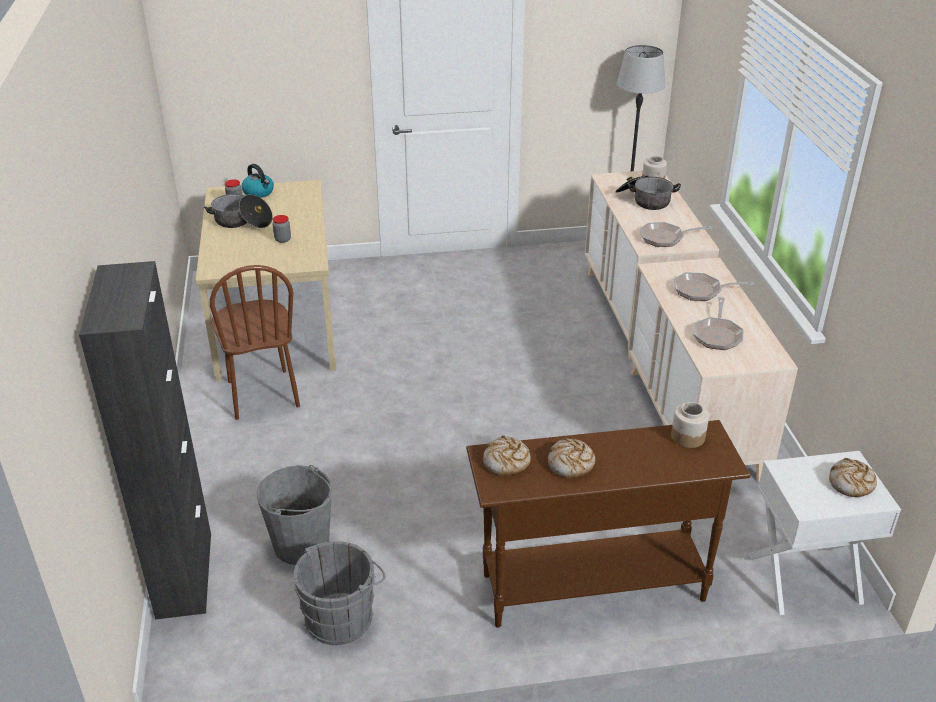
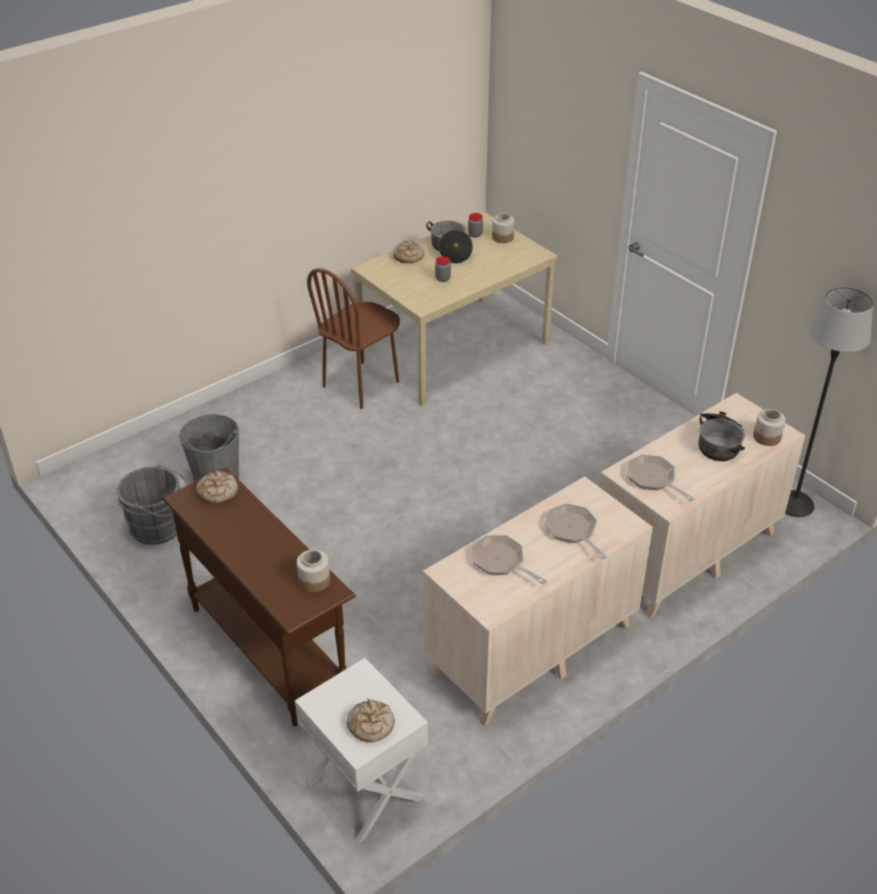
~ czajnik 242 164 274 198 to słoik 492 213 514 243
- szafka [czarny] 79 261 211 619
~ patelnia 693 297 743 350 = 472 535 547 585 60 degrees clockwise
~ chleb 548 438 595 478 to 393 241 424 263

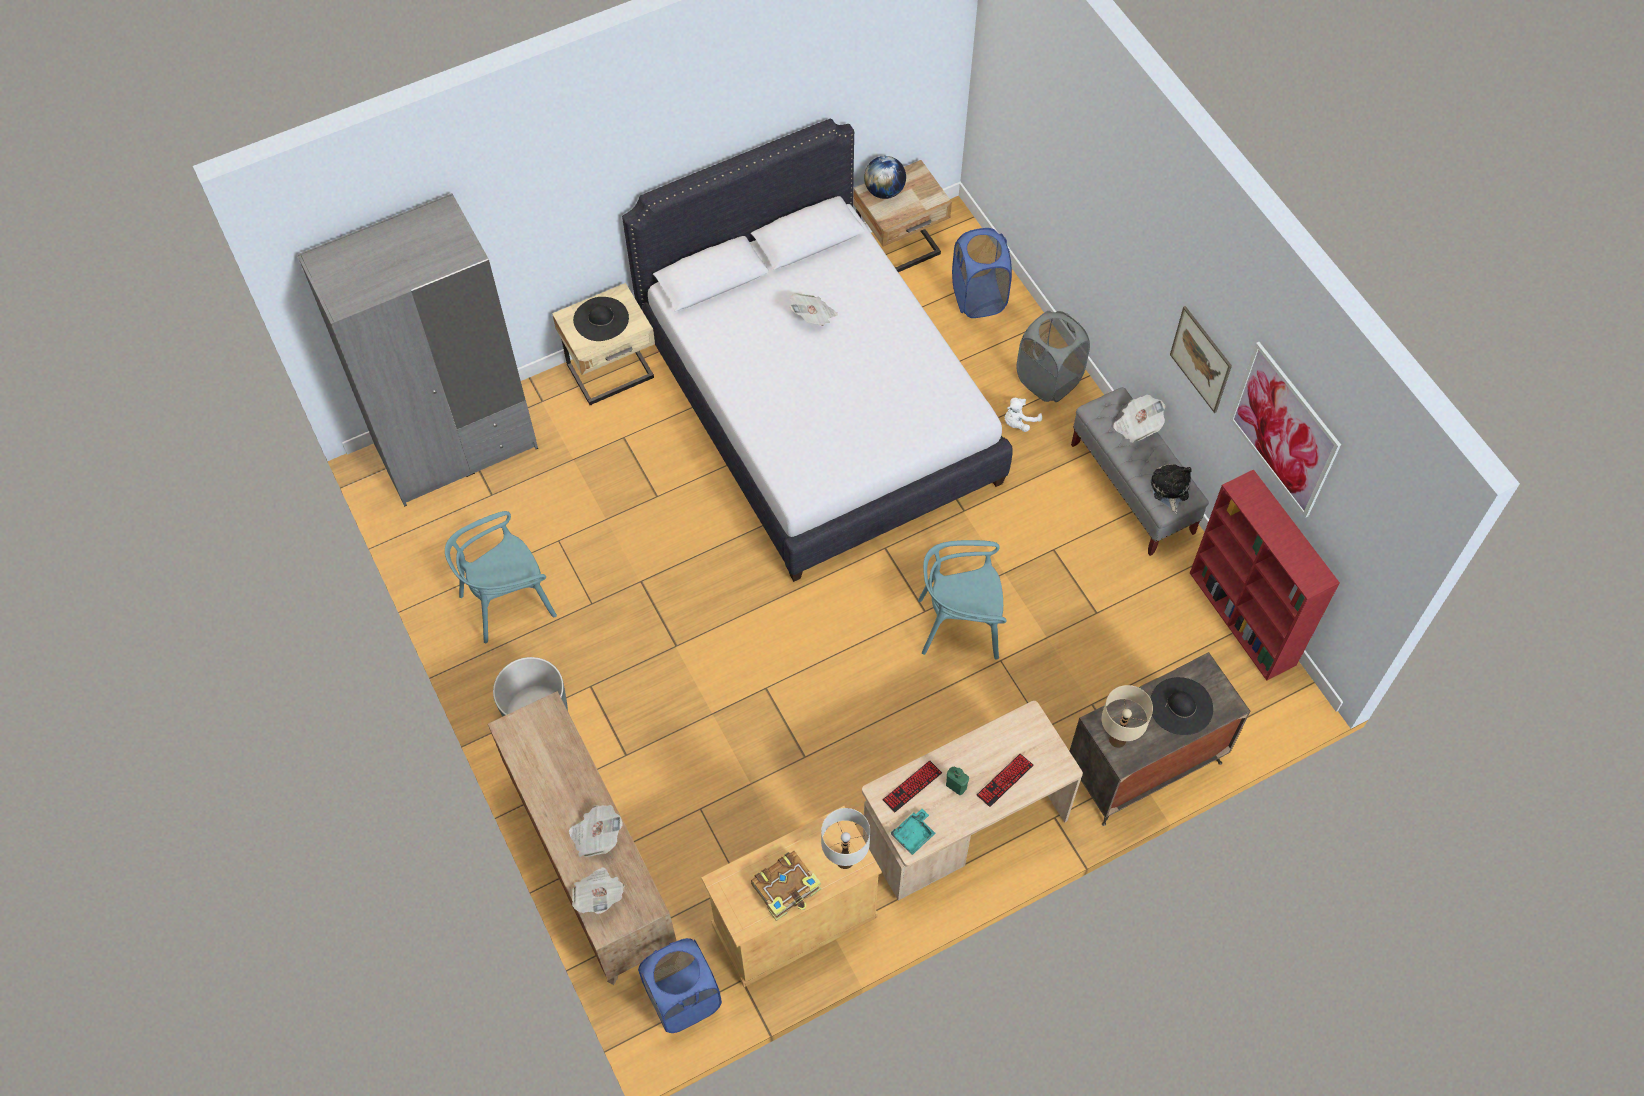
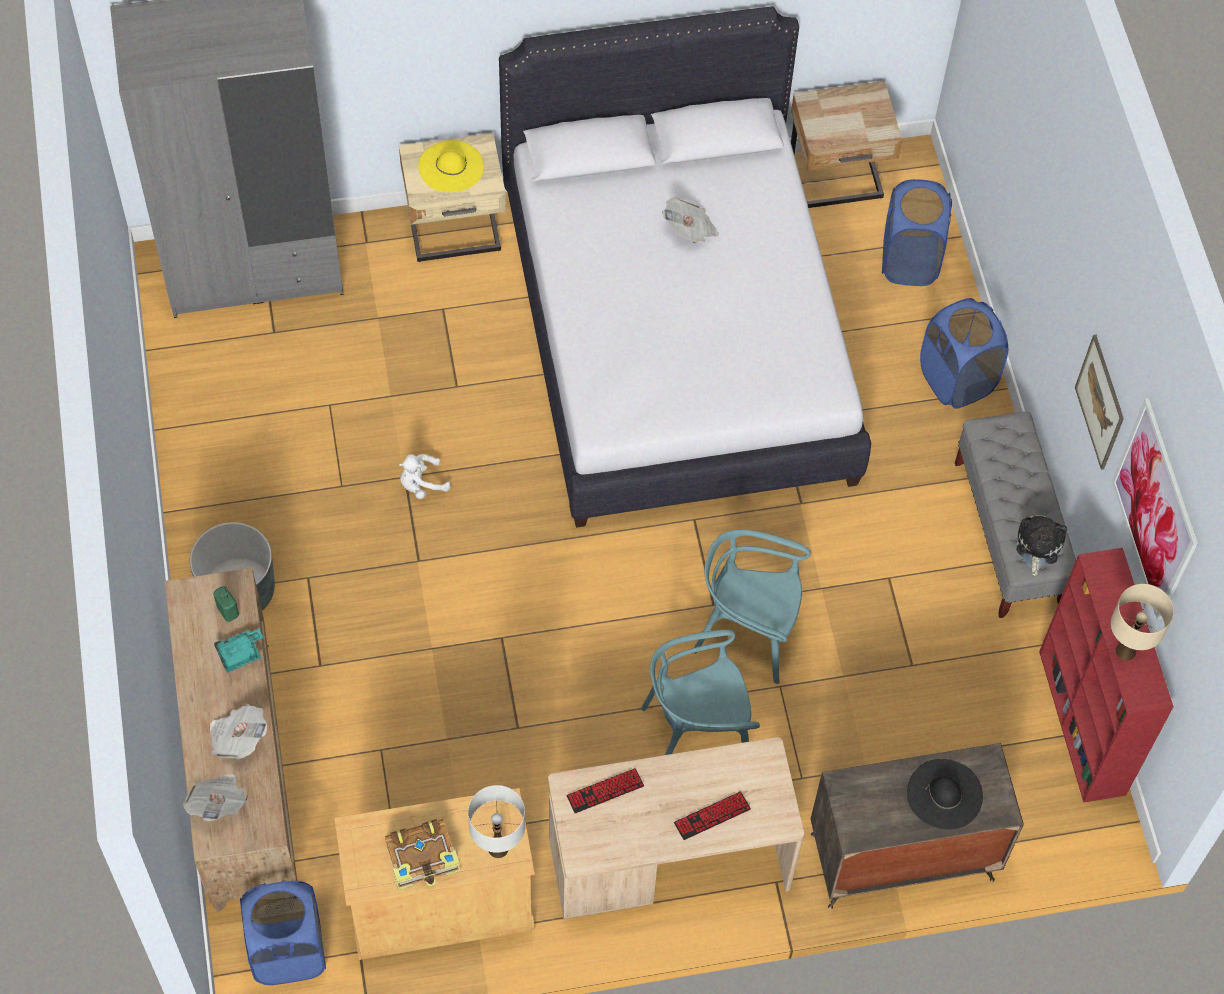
- globus 864 156 906 199
~ kapelusz [czarny] 573 297 629 341 to kapelusz [żółty] 418 140 484 192
~ kosz na pranie [szary] 1016 311 1090 402 to kosz na pranie [niebieski] 920 298 1008 409
- gazeta 1113 395 1166 443
~ pluszak [biały] 1005 397 1042 432 to 399 454 450 499
~ krzesło [turkusowy] 445 511 557 643 to 641 630 760 755
~ lampa stołowa [beżowy] 1101 685 1153 748 to 1111 584 1174 661
~ butelka [zielony] 946 766 969 795 to 213 586 239 622
~ taca [turkusowy] 891 809 935 855 to 214 629 263 673

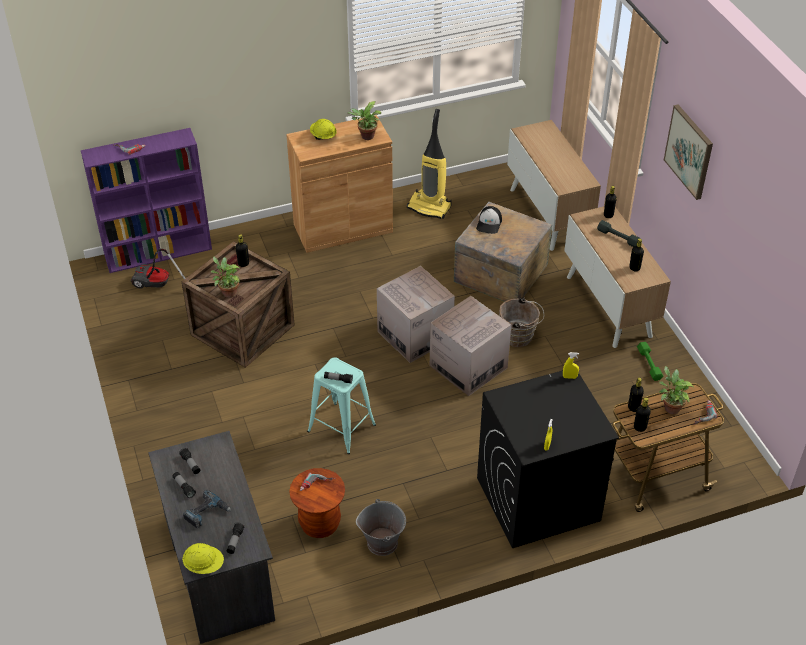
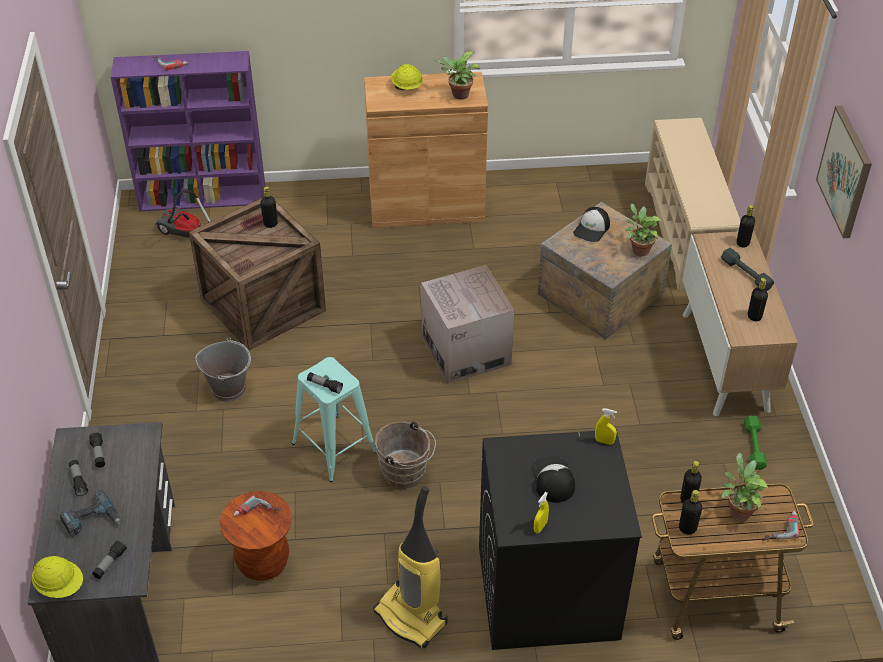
~ odkurzacz 407 109 452 219 to 373 486 447 649
~ szafka 507 120 601 251 to regał na buty [beżowy] 645 118 741 291
~ roślina doniczkowa 211 257 240 298 to 625 203 662 256
- karton 430 296 511 396
~ wiadro [brązowy] 499 297 544 347 to 375 421 436 489
~ wiadro [szary] 356 499 406 556 to 195 337 251 402
+ czapka z daszkiem 532 456 575 503

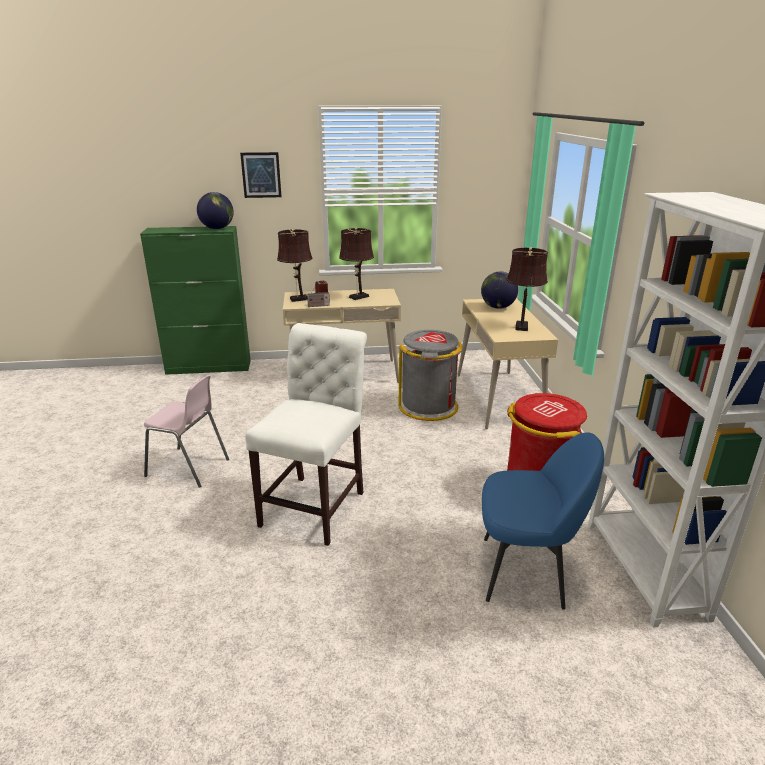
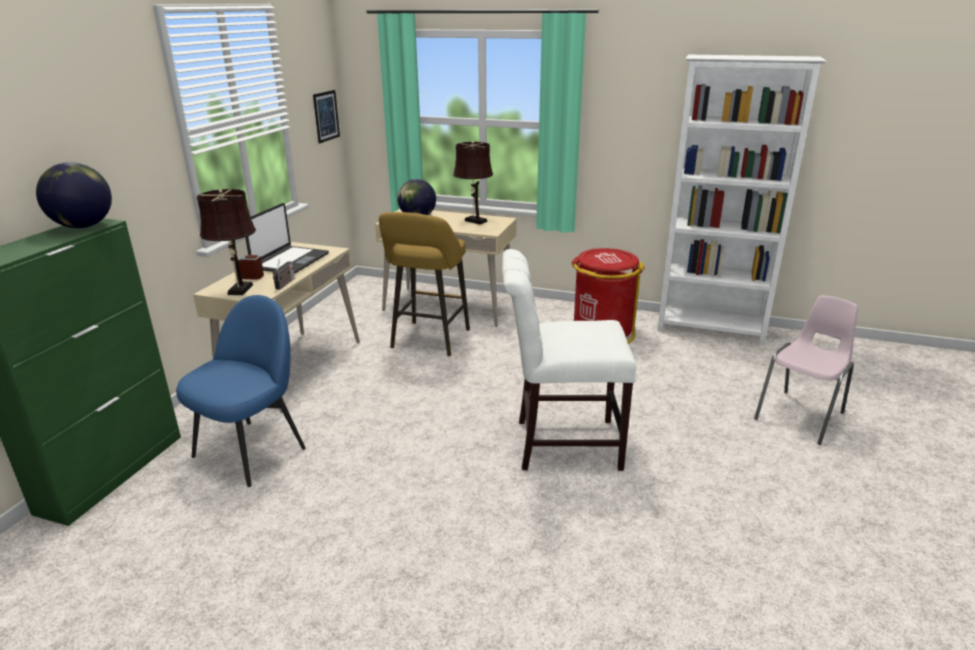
~ obraz 240 152 281 198 to 313 90 340 143
~ lampa stołowa [brązowy] 339 227 374 300 to laptop 245 203 329 274
~ krzesło [biały] 245 323 367 546 = 502 249 636 471 45 degrees counterclockwise
~ kosz na śmieci [szary] 399 330 462 421 to stołek [żółty] 379 212 470 356
~ krzesło [różowy] 144 375 229 488 to 754 295 858 445
~ krzesło [niebieski] 482 432 604 610 to 176 295 306 487

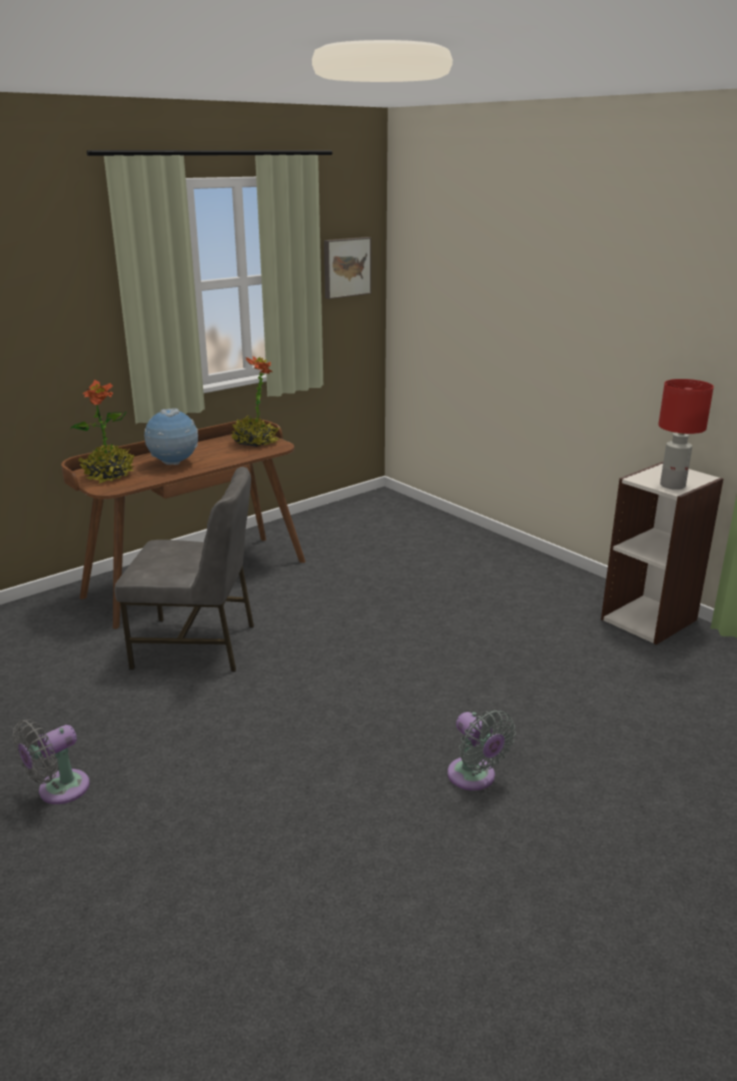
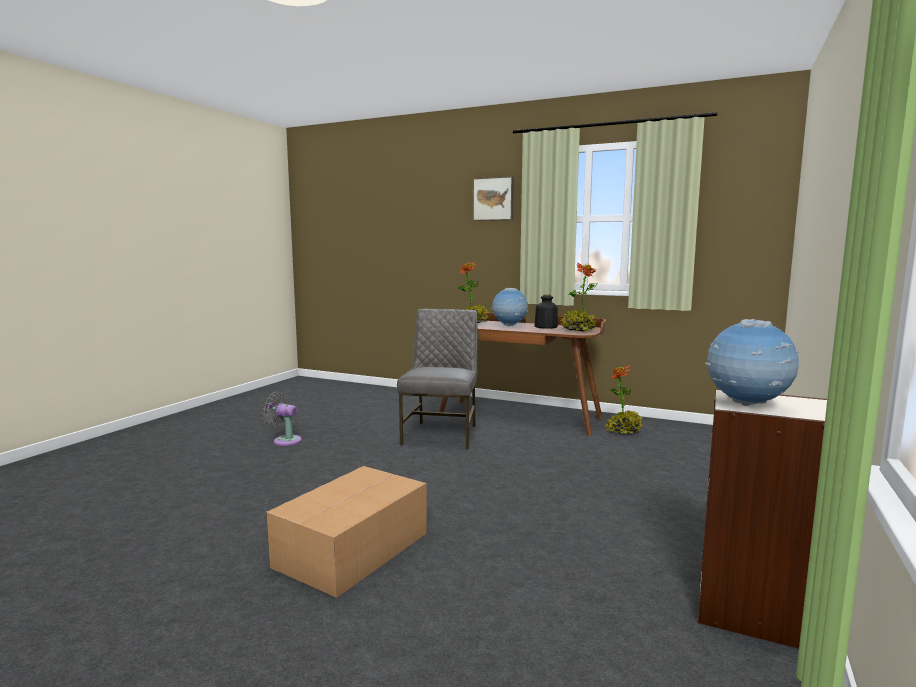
~ obraz 324 237 371 299 to 473 176 514 221
~ lampa stołowa [czerwony] 658 379 714 490 to globus 705 319 799 406
~ krzesło [szary] 115 467 254 672 = 397 309 478 450 150 degrees counterclockwise
~ wentylator [szary] 447 710 516 791 to karton 266 466 427 598
+ butelka 535 295 558 329
+ roślina doniczkowa 605 365 643 434

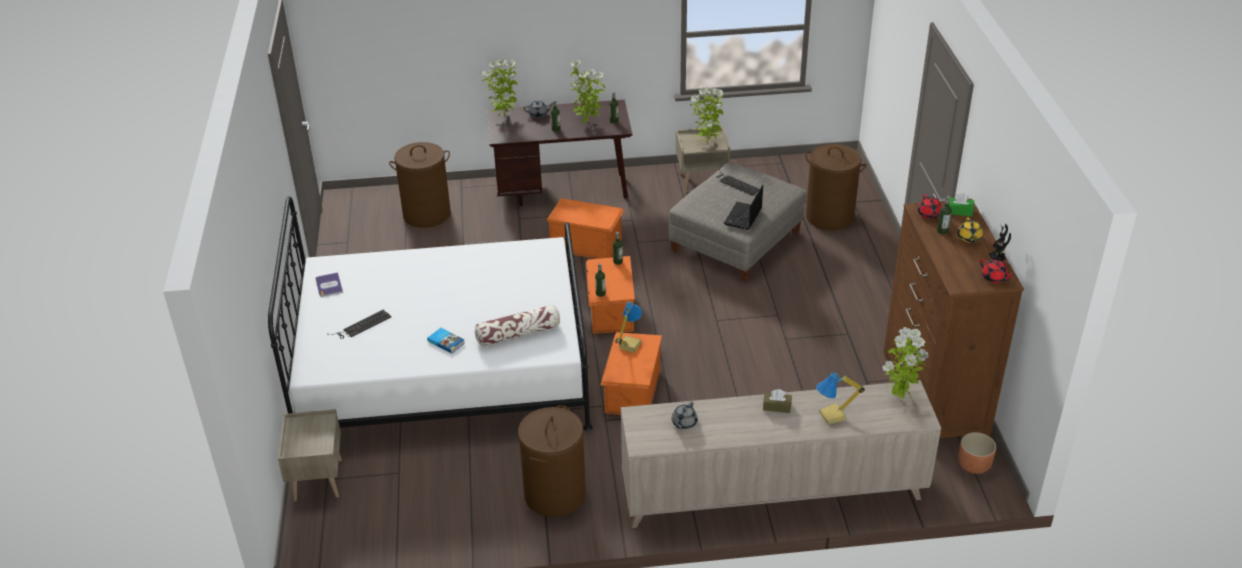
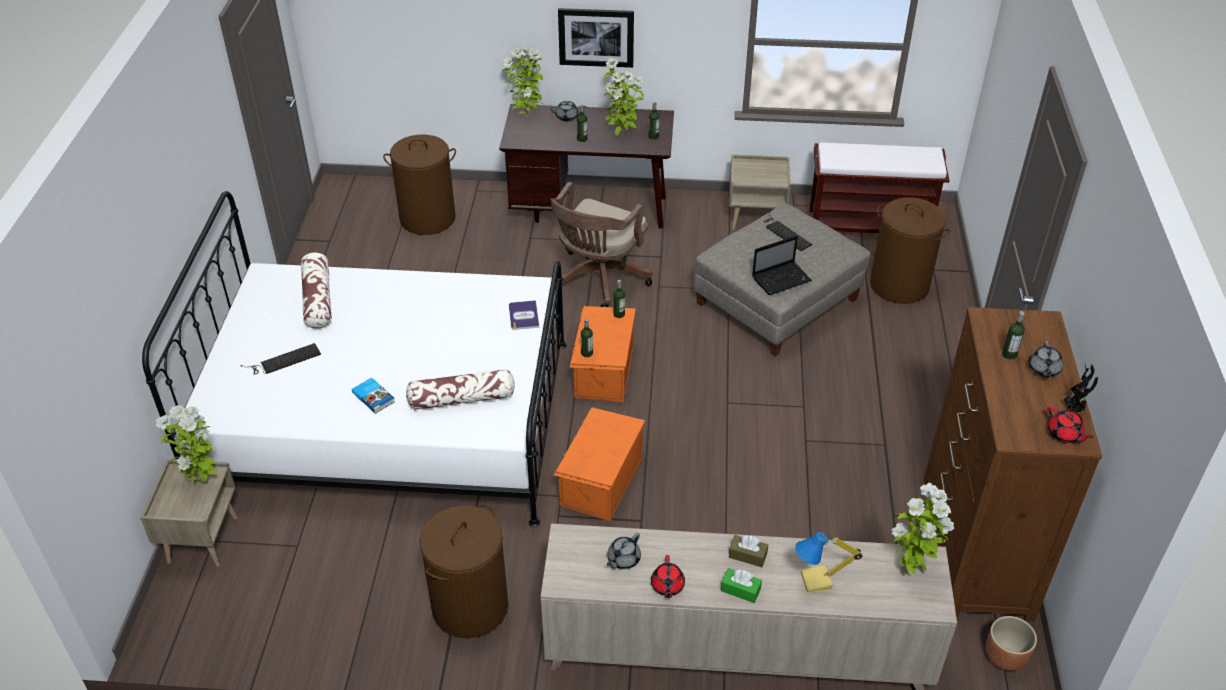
~ roślina doniczkowa 690 87 724 145 to 155 405 217 483
~ laptop 724 185 763 230 = 752 236 812 295 150 degrees counterclockwise
~ pudełko chusteczek [zielony] 949 193 974 217 to 721 568 762 603
~ imbryk [czerwony] 918 194 942 219 to 651 555 685 598
~ pojemnik do przechowywania [pomarańczowy] 546 198 624 259 to krzesło biurowe [brązowy] 551 182 652 307
~ imbryk [żółty] 958 217 983 243 to imbryk [szary] 1029 341 1063 378
~ książka 315 272 343 297 to 509 300 539 330
- lampa stołowa 615 302 642 353
+ obraz 558 8 634 68
+ ławka [brązowy] 809 142 950 233
+ poduszka 301 253 332 329

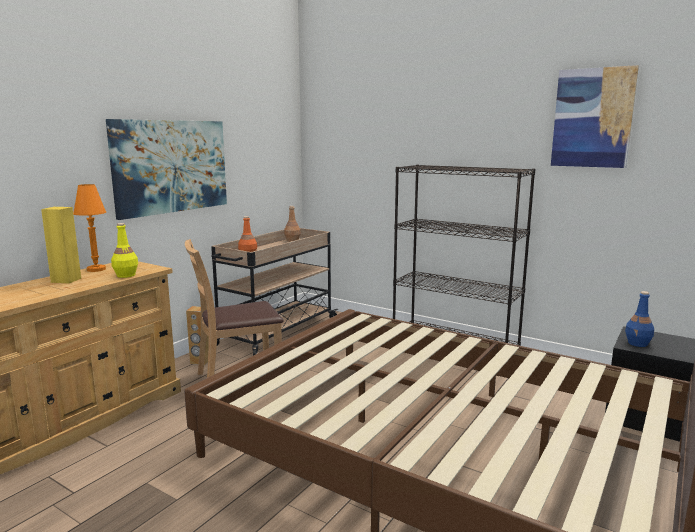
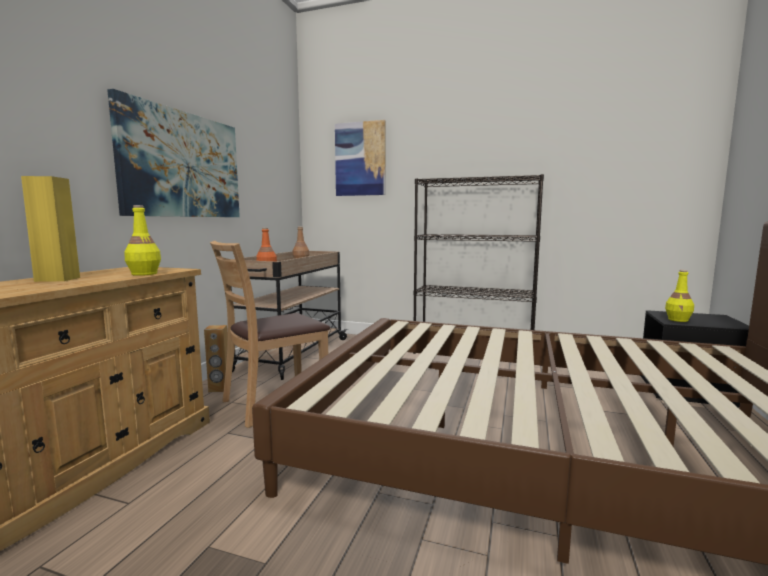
~ obraz 551 65 639 168 to 335 120 386 196
- lampa stołowa [pomarańczowy] 73 184 106 272
~ butelka [niebieski] 625 291 654 347 to butelka [żółty] 665 270 694 322

